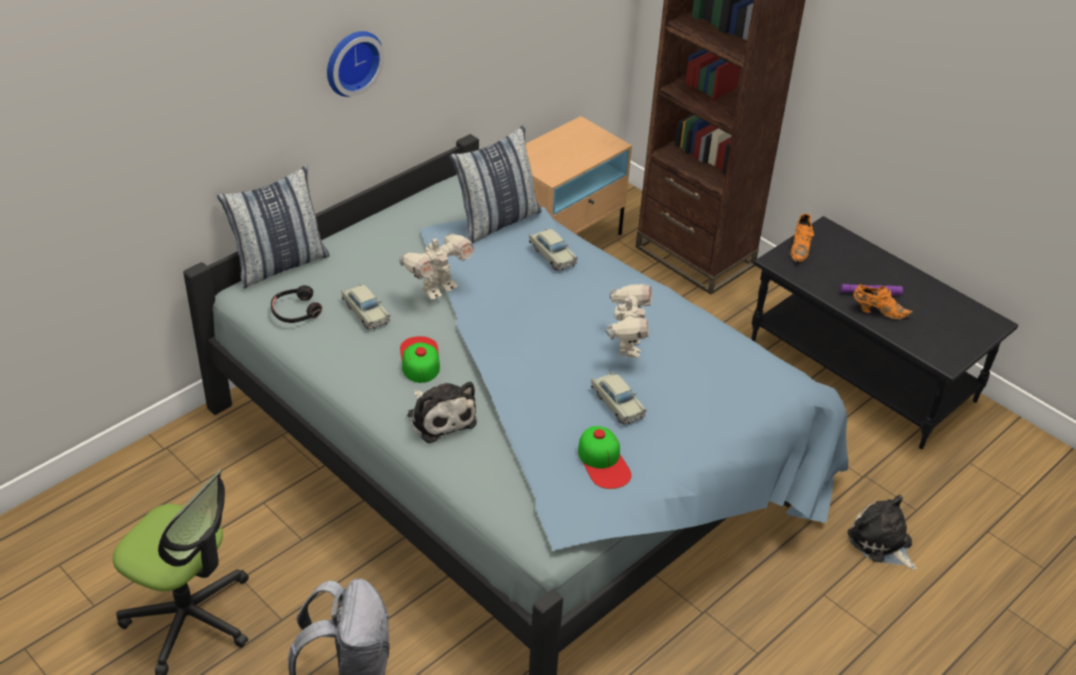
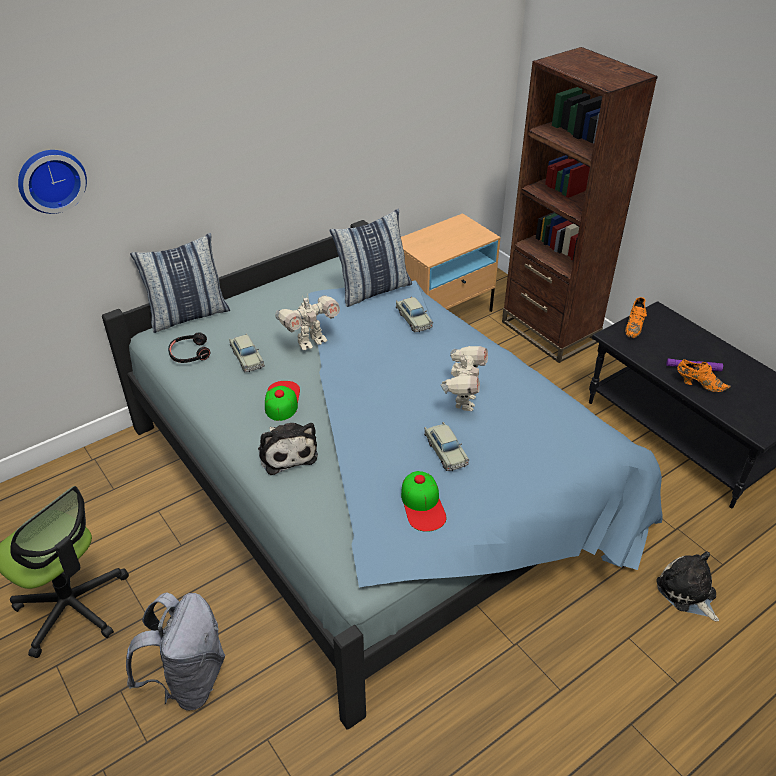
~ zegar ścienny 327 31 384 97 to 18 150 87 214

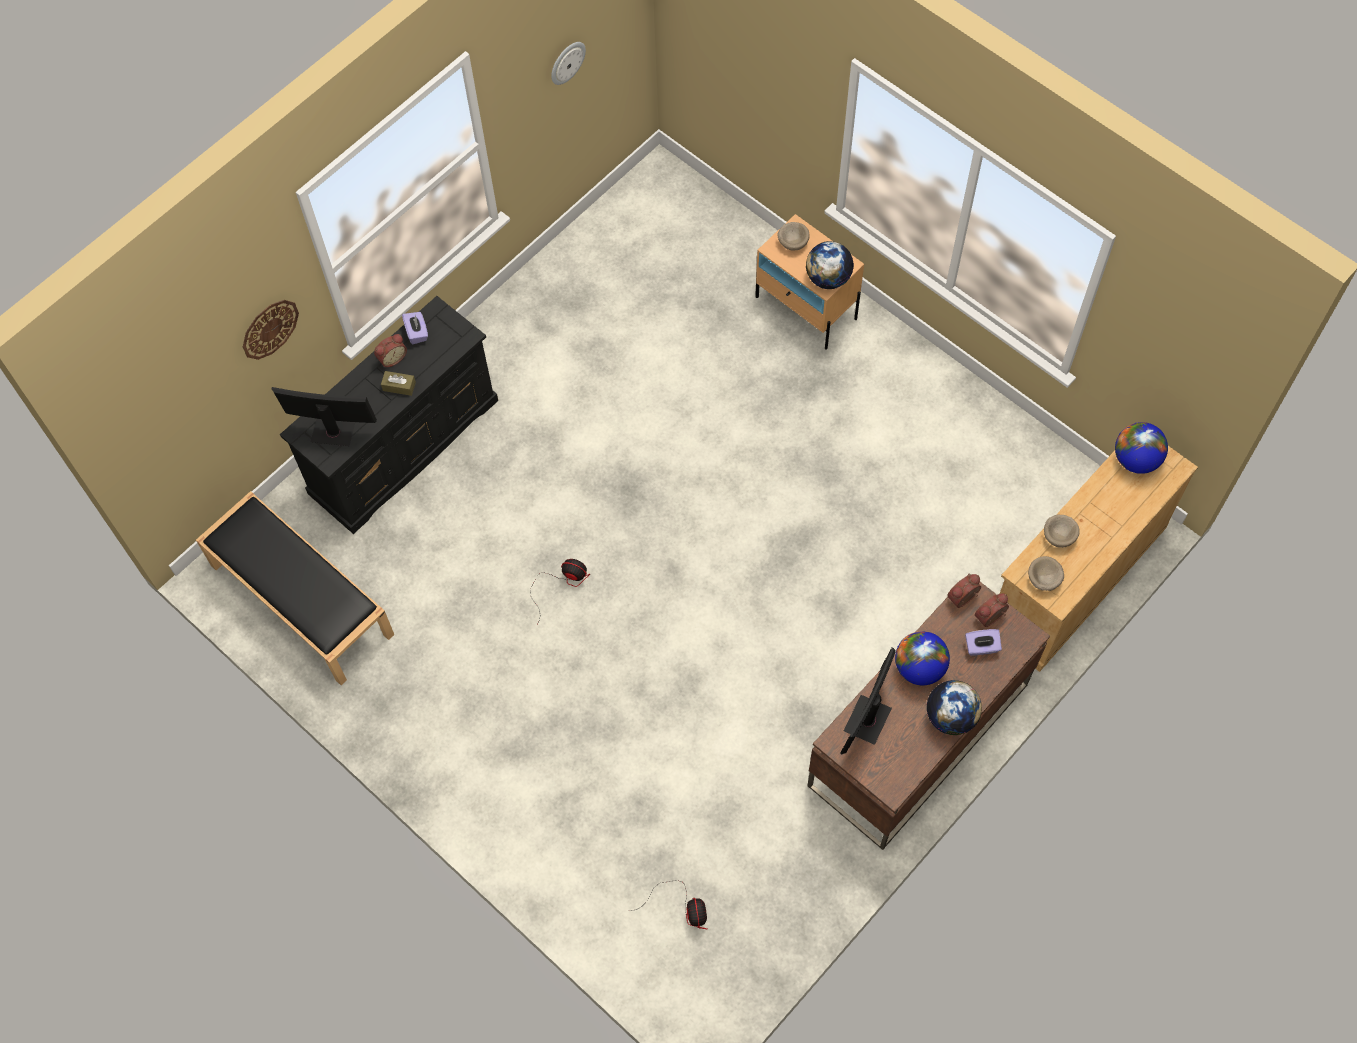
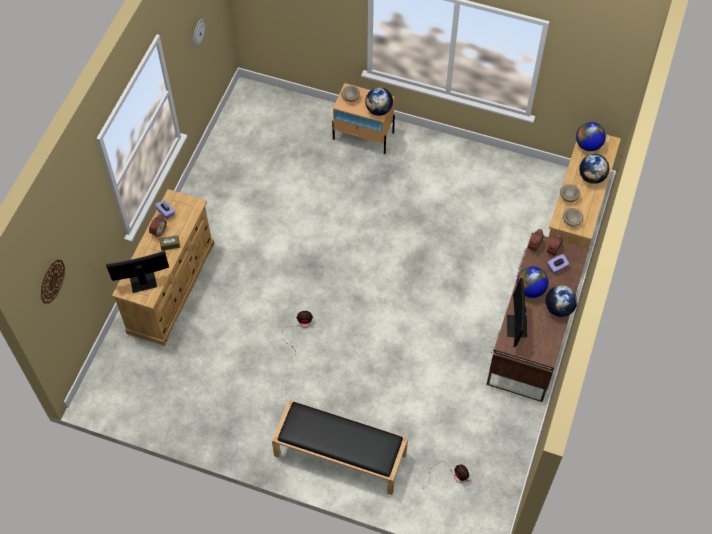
~ komoda [czarny] 280 296 498 534 to komoda [beżowy] 112 189 214 346
~ zegar ścienny 243 300 299 360 to 41 260 65 304
~ ławka [czarny] 196 491 394 685 to 272 400 408 495
+ globus 579 154 609 184

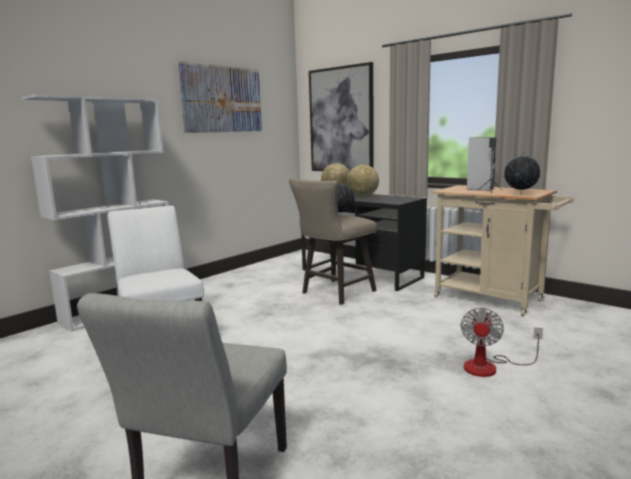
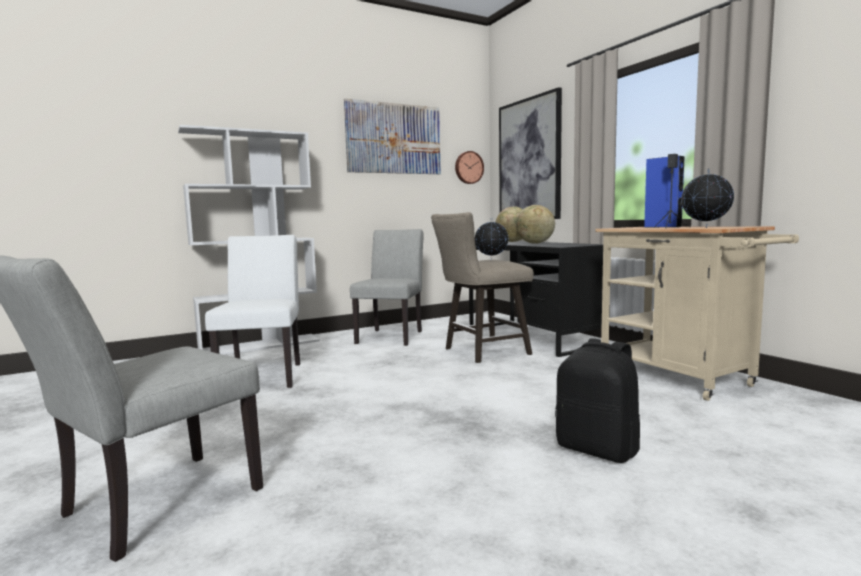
~ głośnik [szary] 467 137 496 190 to głośnik [niebieski] 644 156 685 227
~ wentylator 460 308 543 377 to plecak [czarny] 555 338 640 463
+ zegar ścienny 455 151 484 184
+ krzesło [szary] 350 229 424 346

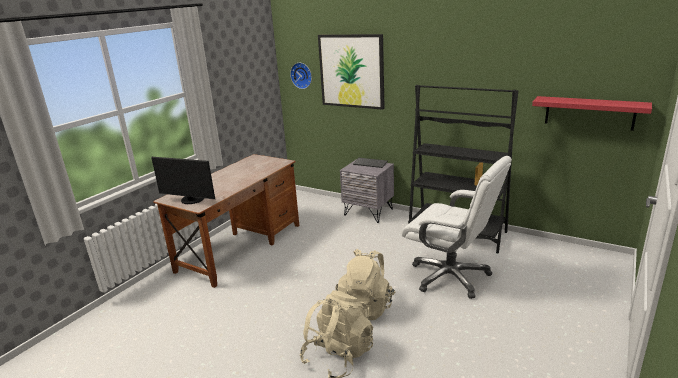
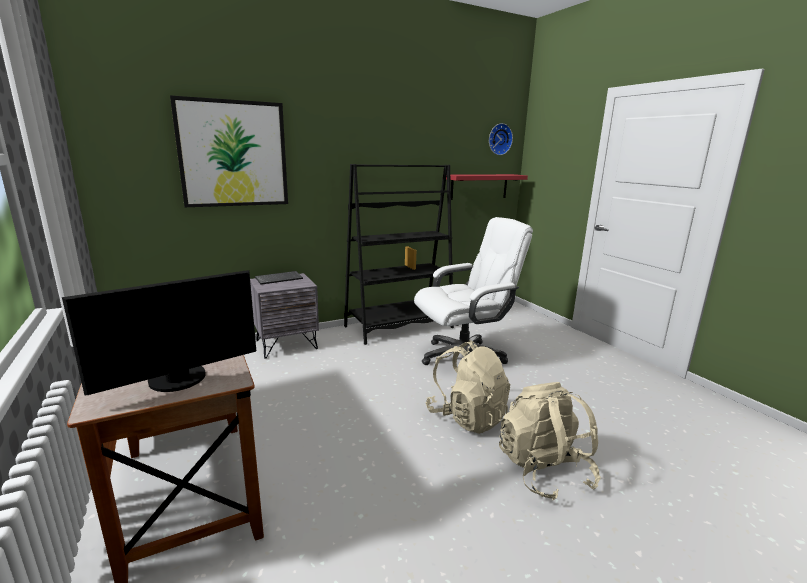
~ zegar ścienny 290 63 312 89 to 489 123 513 155

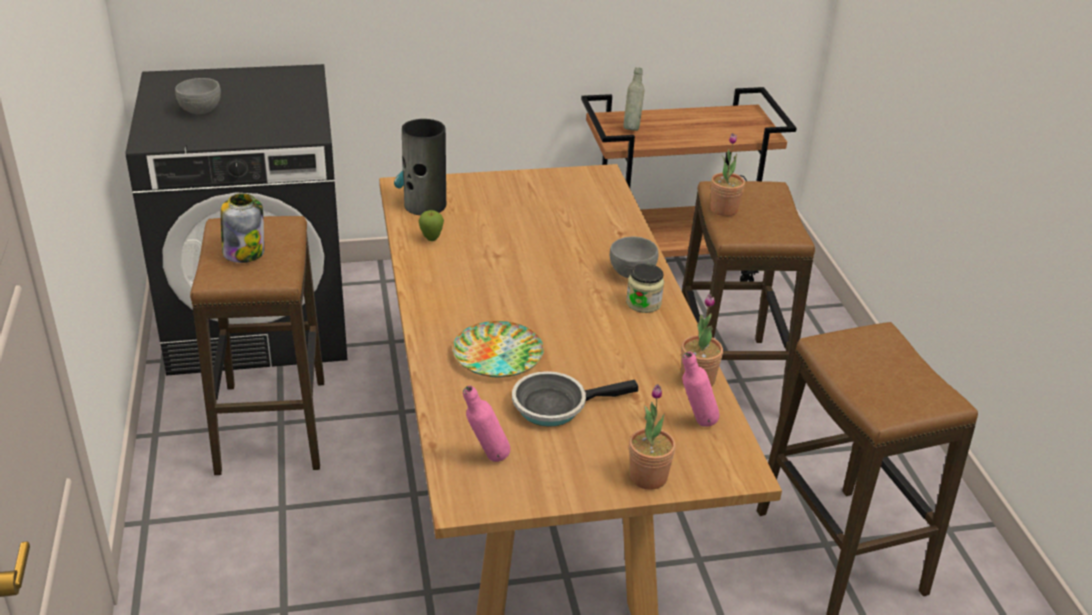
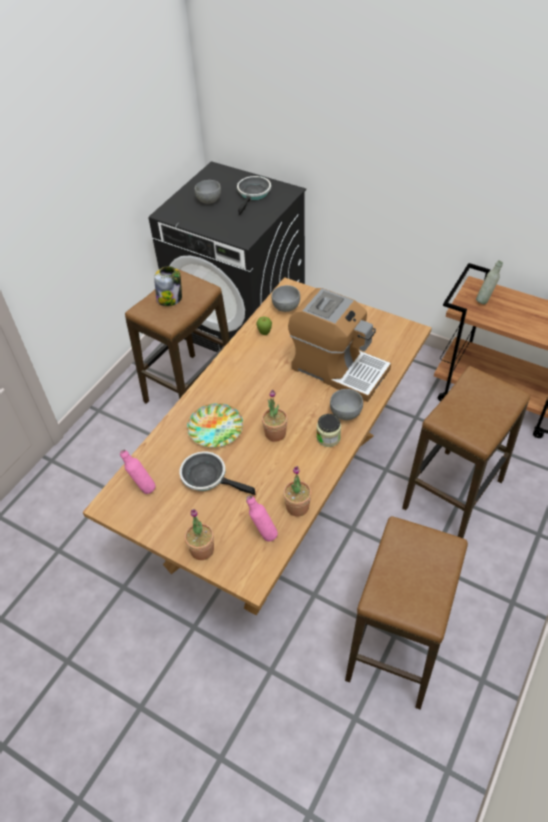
~ wazon 394 119 446 215 to miska [szary] 272 285 300 312
~ roślina doniczkowa 710 133 745 216 to 262 390 288 442
+ patelnia 237 176 271 215
+ ekspres do kawy 288 288 391 402

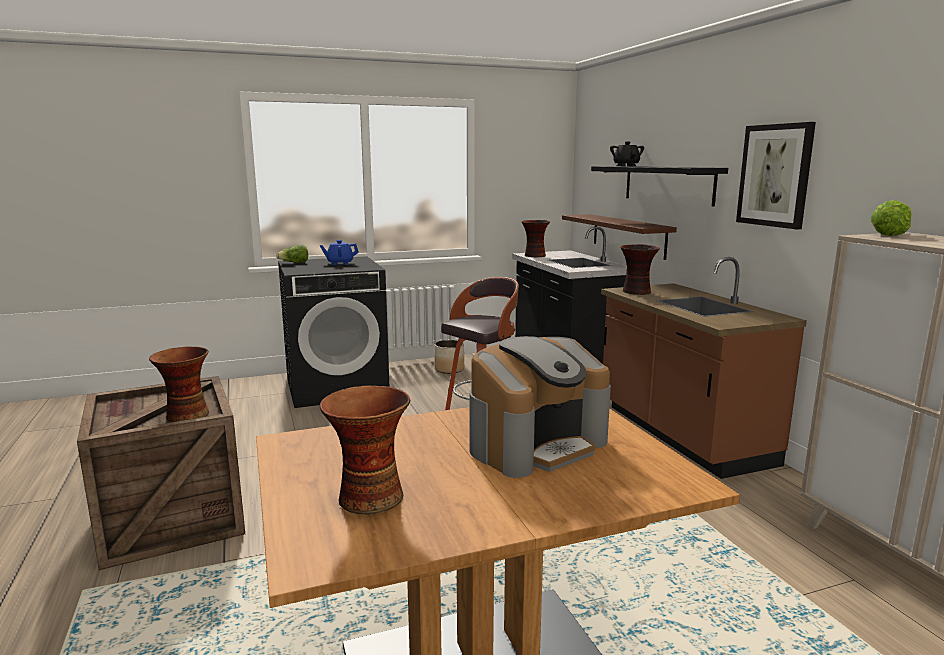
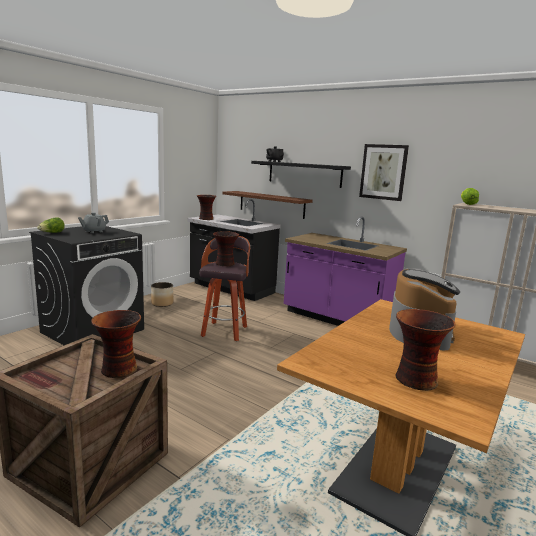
~ imbryk [niebieski] 320 240 359 265 to imbryk [szary] 78 213 109 233
~ wazon 620 244 660 295 to 213 231 239 266
~ zabudowa kuchenna [brązowy] 601 257 807 479 to zabudowa kuchenna [fioletowy] 284 216 407 326

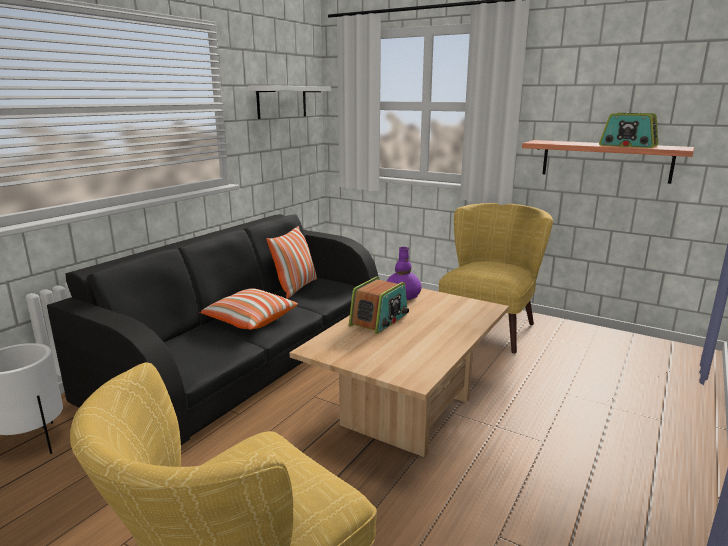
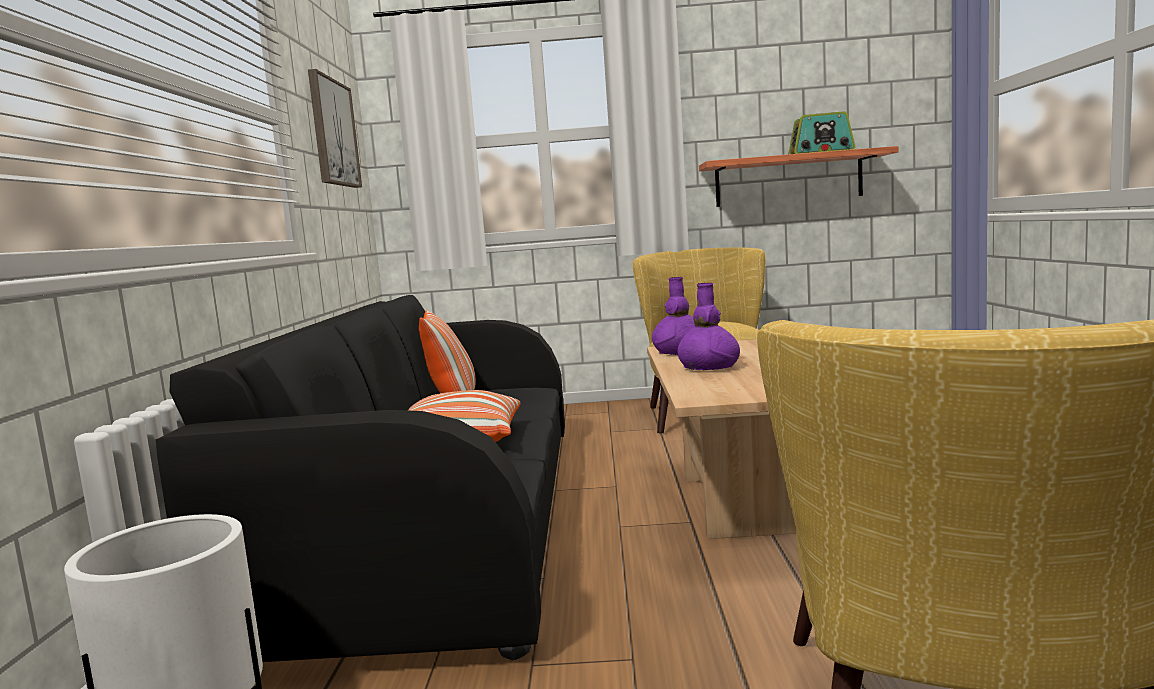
~ półka [biały] 248 85 331 119 to obraz 308 69 362 188
~ radio 349 277 409 334 to wazon [fioletowy] 677 283 740 370

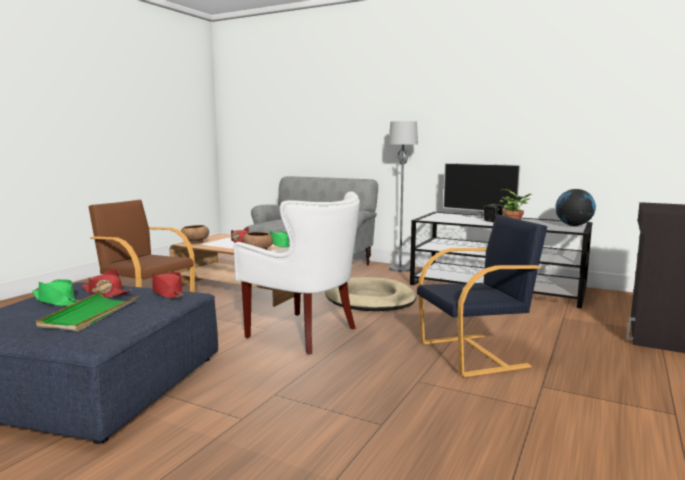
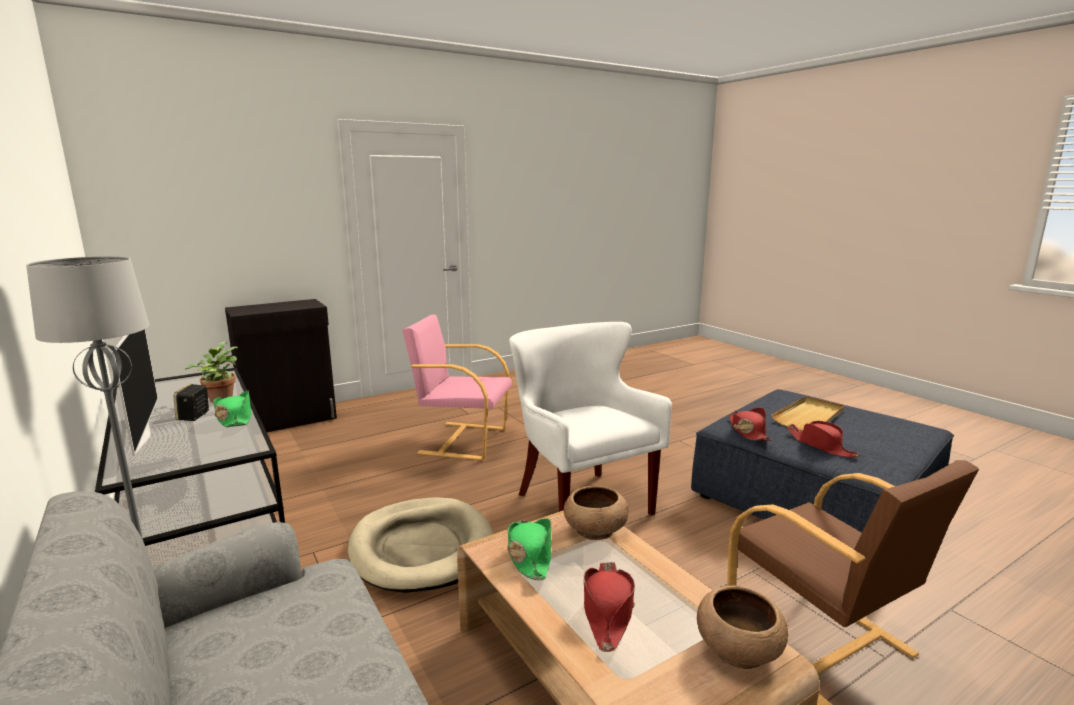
- globus 555 189 596 226
~ fotel [czarny] 417 214 547 377 to fotel [różowy] 402 314 512 461
~ kapelusz [zielony] 32 279 80 306 to 213 391 251 427
~ taca [zielony] 36 292 140 331 to taca [beżowy] 772 396 844 431

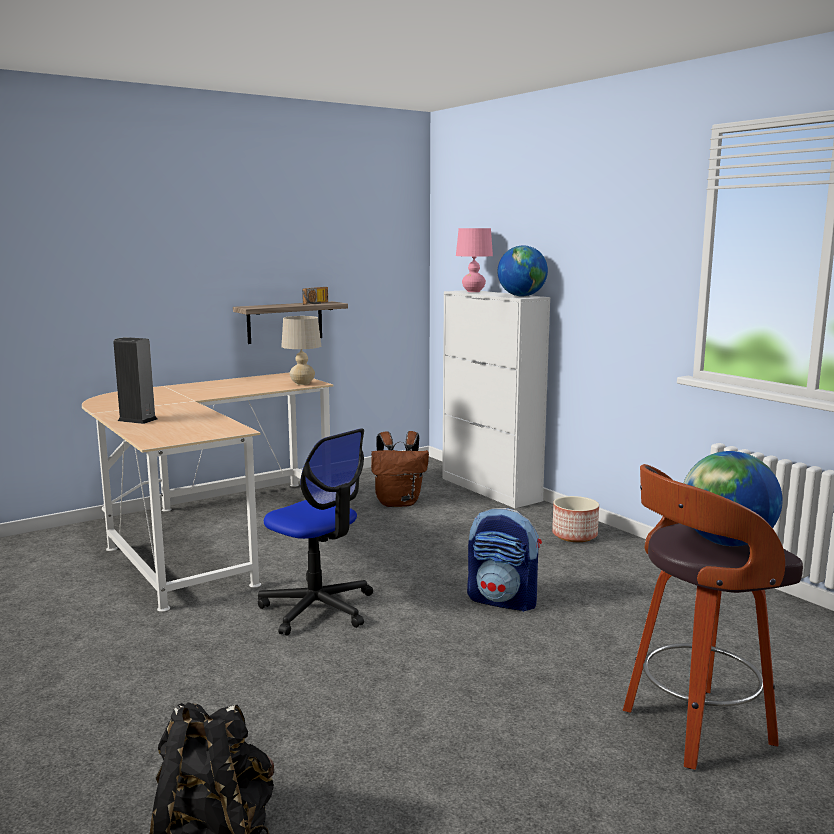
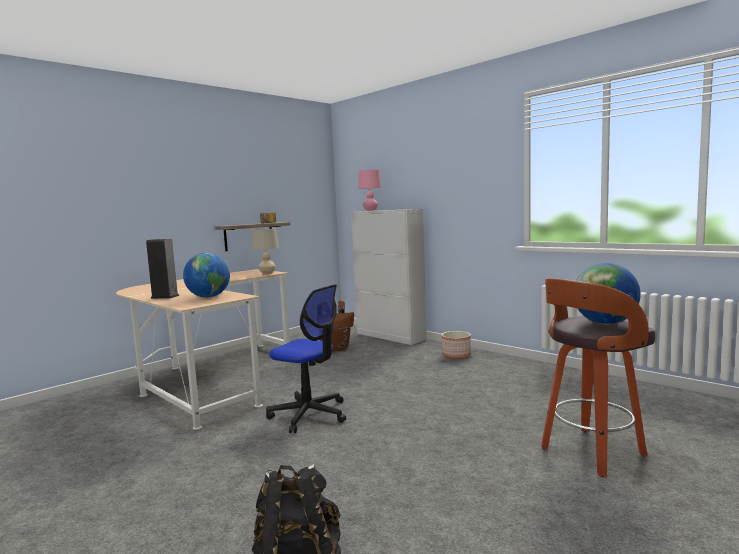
~ globus 498 245 548 296 to 183 253 230 298
- plecak 467 508 542 612

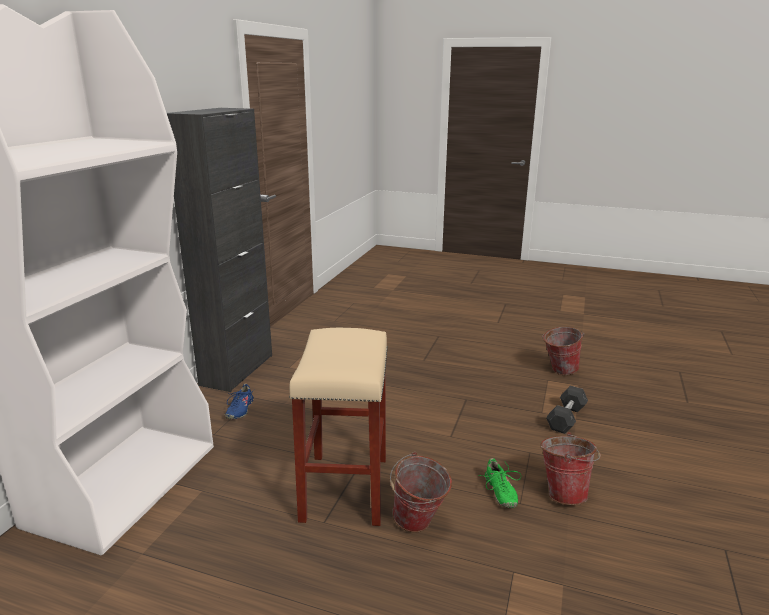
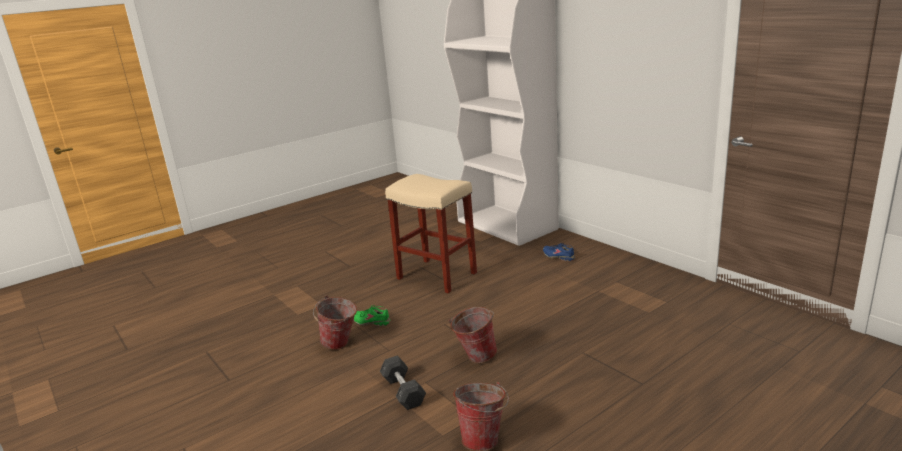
- szafka [czarny] 167 108 272 392
~ wiadro 390 452 452 532 to 449 307 497 363

